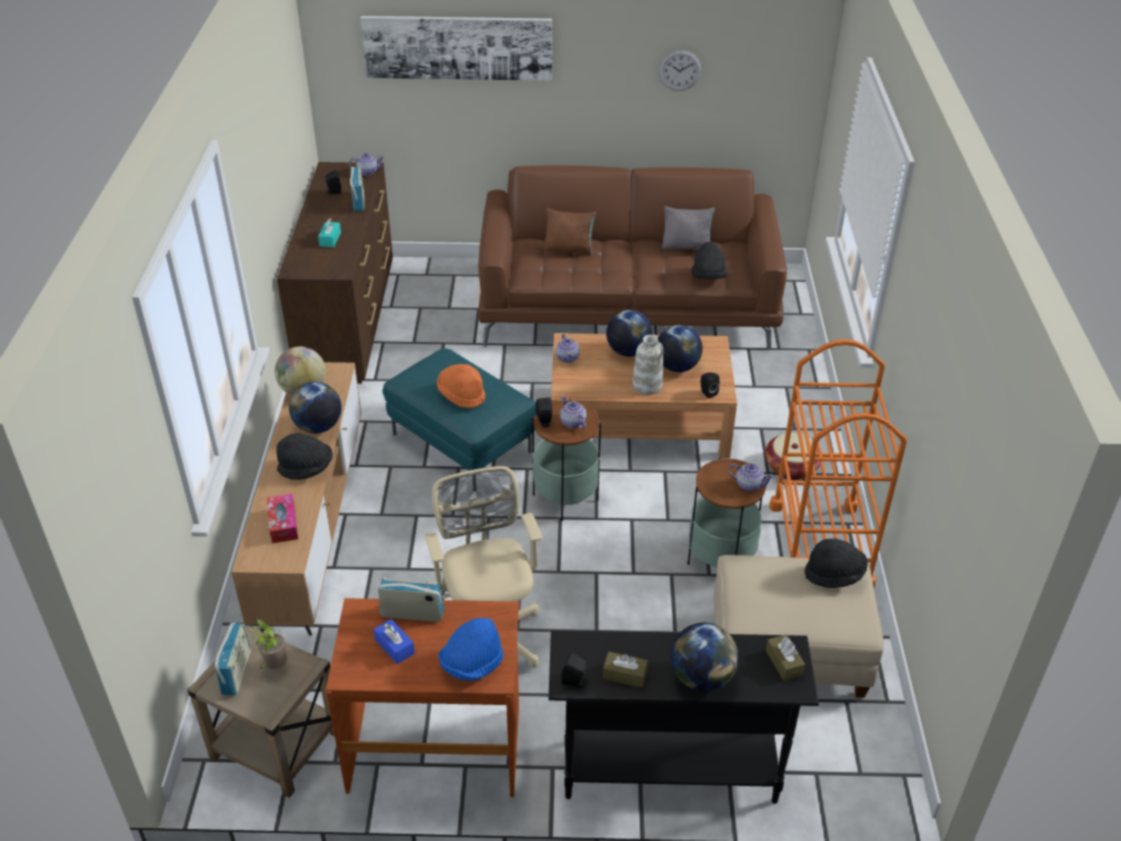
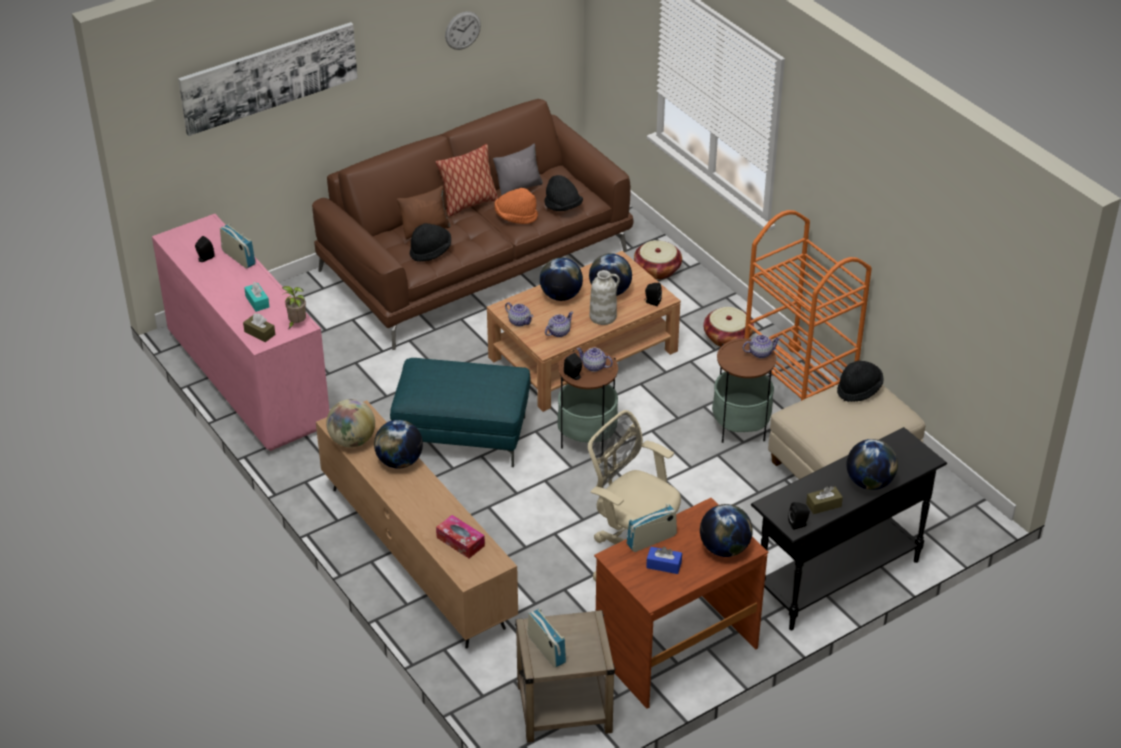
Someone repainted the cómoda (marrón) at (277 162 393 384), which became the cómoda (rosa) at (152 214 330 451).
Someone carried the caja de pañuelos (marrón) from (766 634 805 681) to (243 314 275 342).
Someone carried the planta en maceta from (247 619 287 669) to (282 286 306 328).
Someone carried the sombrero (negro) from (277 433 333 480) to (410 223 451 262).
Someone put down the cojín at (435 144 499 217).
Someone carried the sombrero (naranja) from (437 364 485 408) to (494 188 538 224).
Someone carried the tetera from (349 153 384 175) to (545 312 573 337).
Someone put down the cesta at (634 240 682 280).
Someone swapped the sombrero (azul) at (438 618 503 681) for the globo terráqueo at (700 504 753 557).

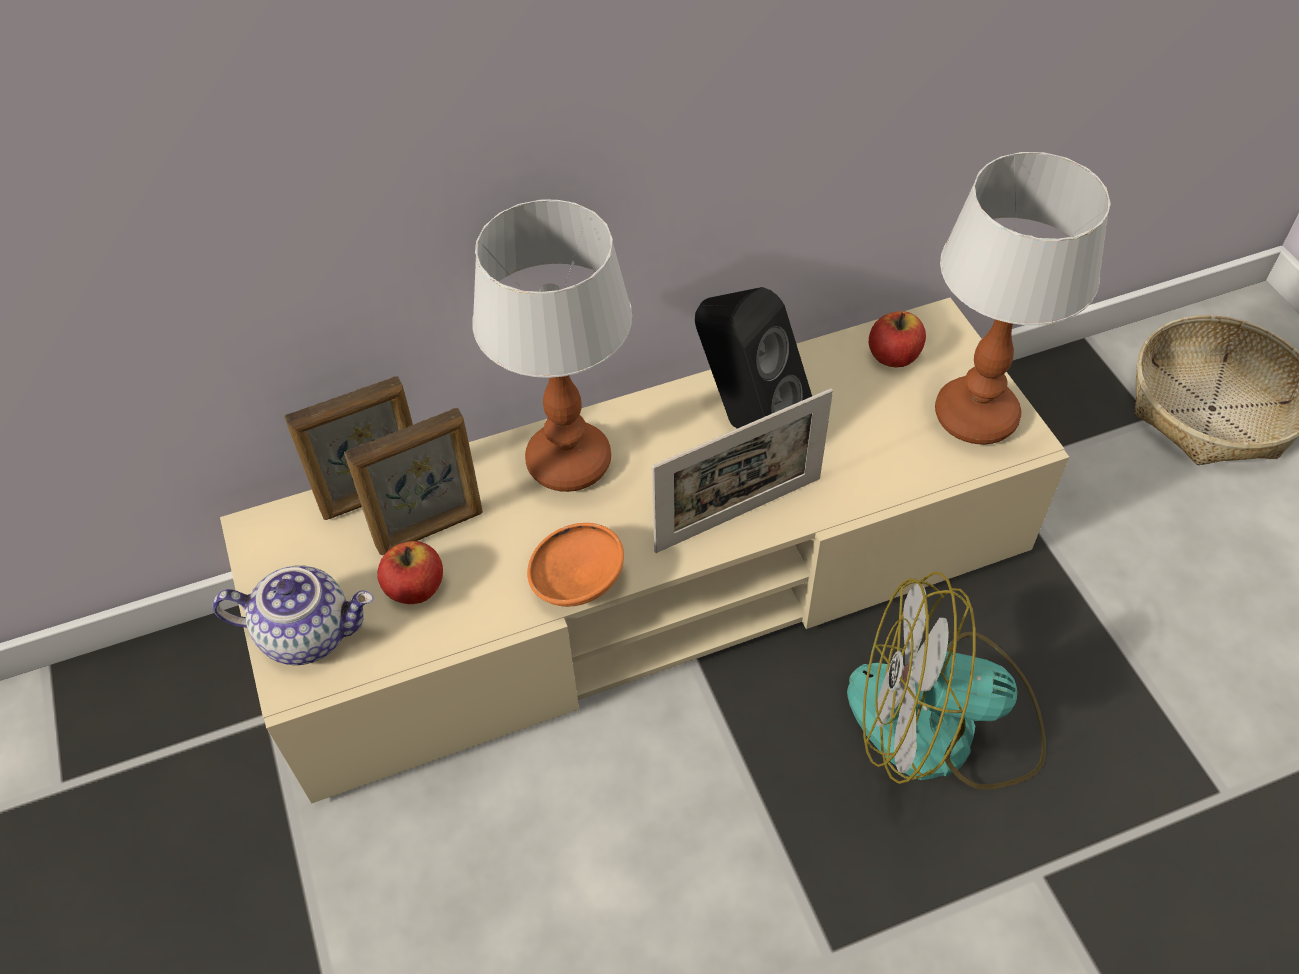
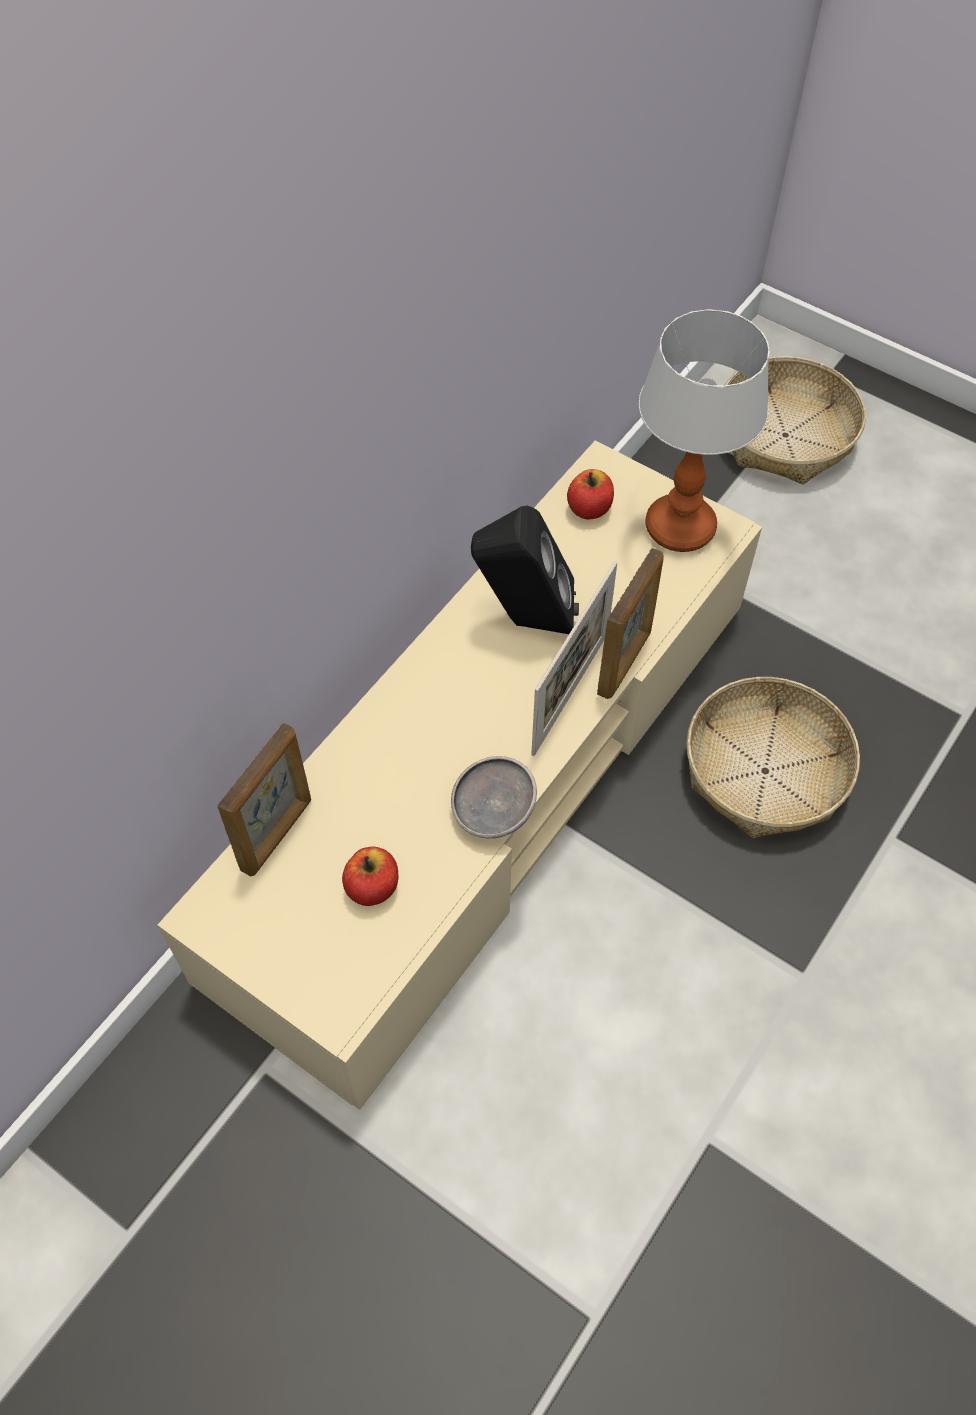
Someone repainted the cuenco (naranja) at (527 523 624 607), which became the cuenco (gris) at (451 756 537 838).
Someone carried the portarretratos from (344 408 483 555) to (597 548 664 699).
Someone swapped the ventilador at (847 572 1046 790) for the cesta at (687 677 860 838).
Someone took away the tetera at (213 565 374 665).
Someone took away the lámpara de mesa at (472 199 633 492).

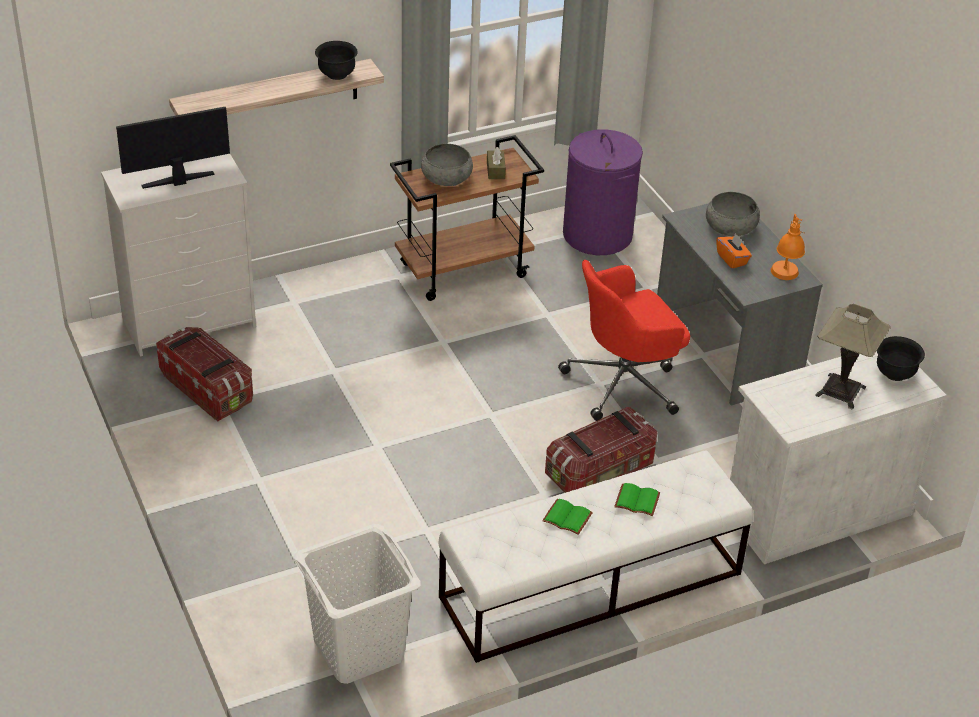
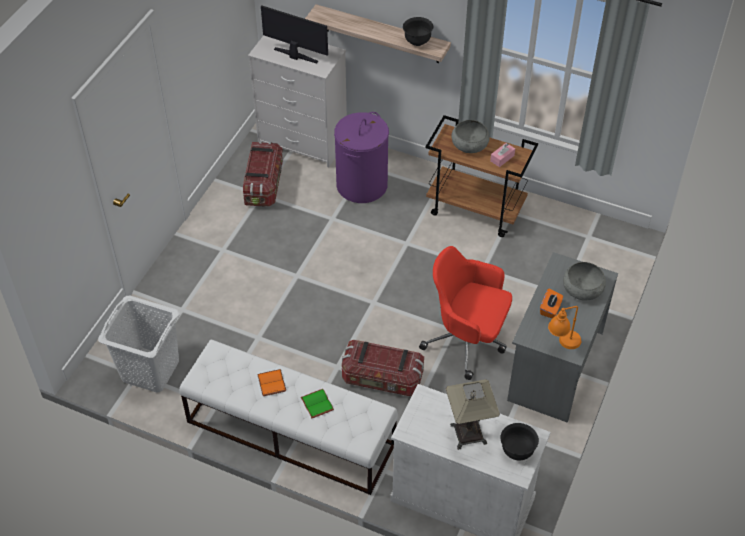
Someone repainted the libro (verde) at (542 499 593 535), which became the libro (naranja) at (257 369 286 396).
Someone carried the cesto de la ropa (morado) from (563 129 643 255) to (334 112 389 203).
Someone repainted the caja de pañuelos (marrón) at (487 147 506 179), which became the caja de pañuelos (rosa) at (490 143 515 167).

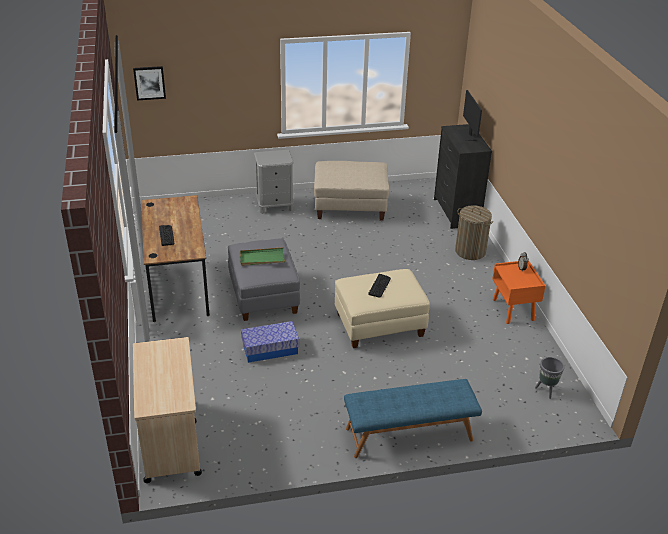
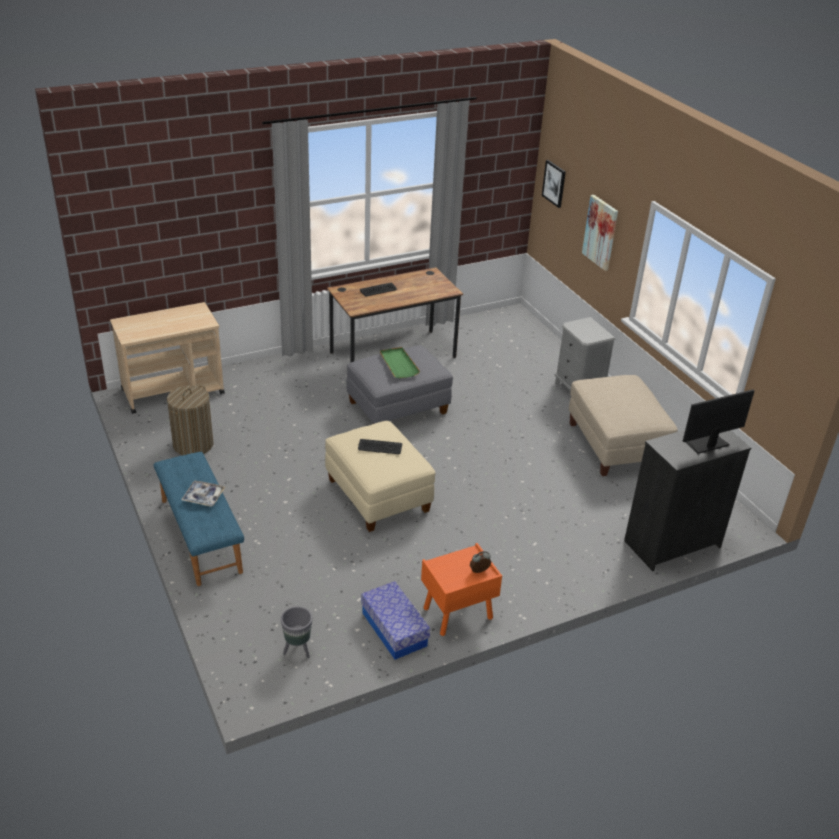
Someone carried the cesto de la ropa from (455 205 493 260) to (167 386 214 455).
Someone put down the bandeja at (181 480 225 507).
Someone carried the caja de almacenaje from (241 321 299 363) to (361 581 430 660).
Someone put up the cuadro at (582 195 618 271).

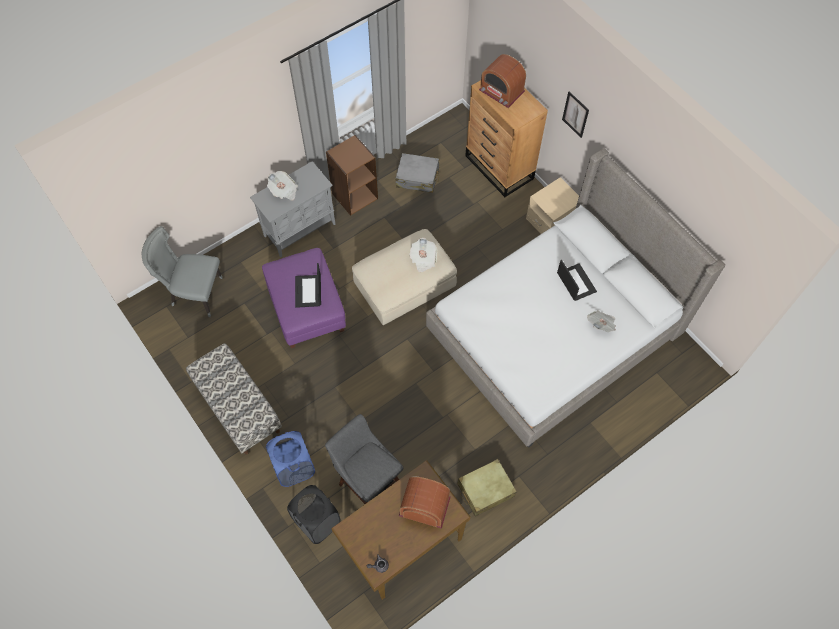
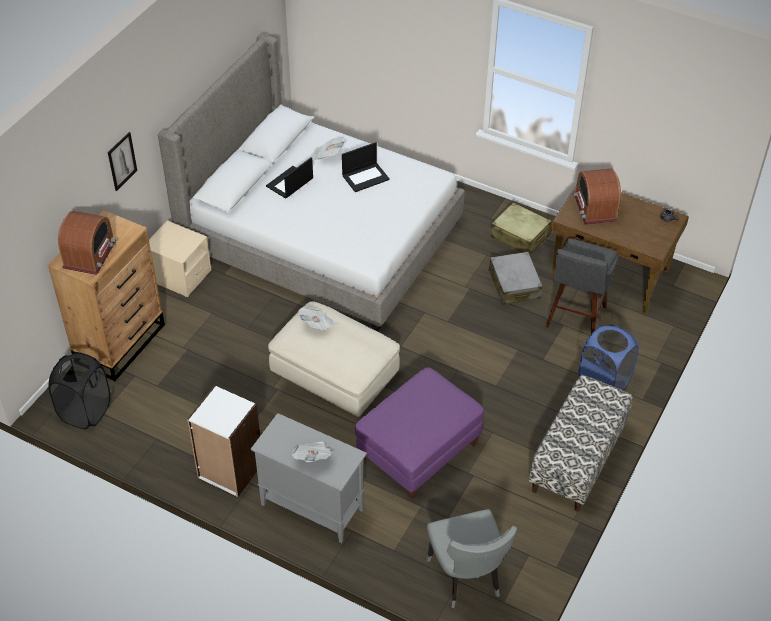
Someone carried the cesto de la ropa (negro) from (287 485 341 544) to (49 352 110 429).
Someone repainted the estantería (marrón) at (326 135 378 216), which became the estantería (blanco) at (187 385 260 497).
Someone carried the portátil from (295 263 321 308) to (342 142 390 192).
Someone carried the maleta (gris) from (395 153 439 193) to (489 252 542 305).

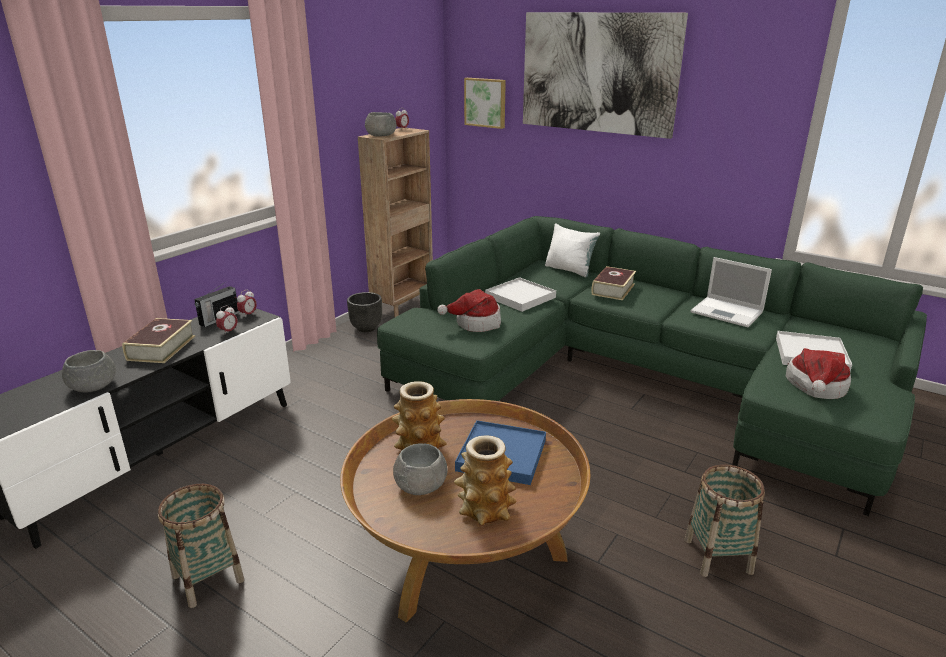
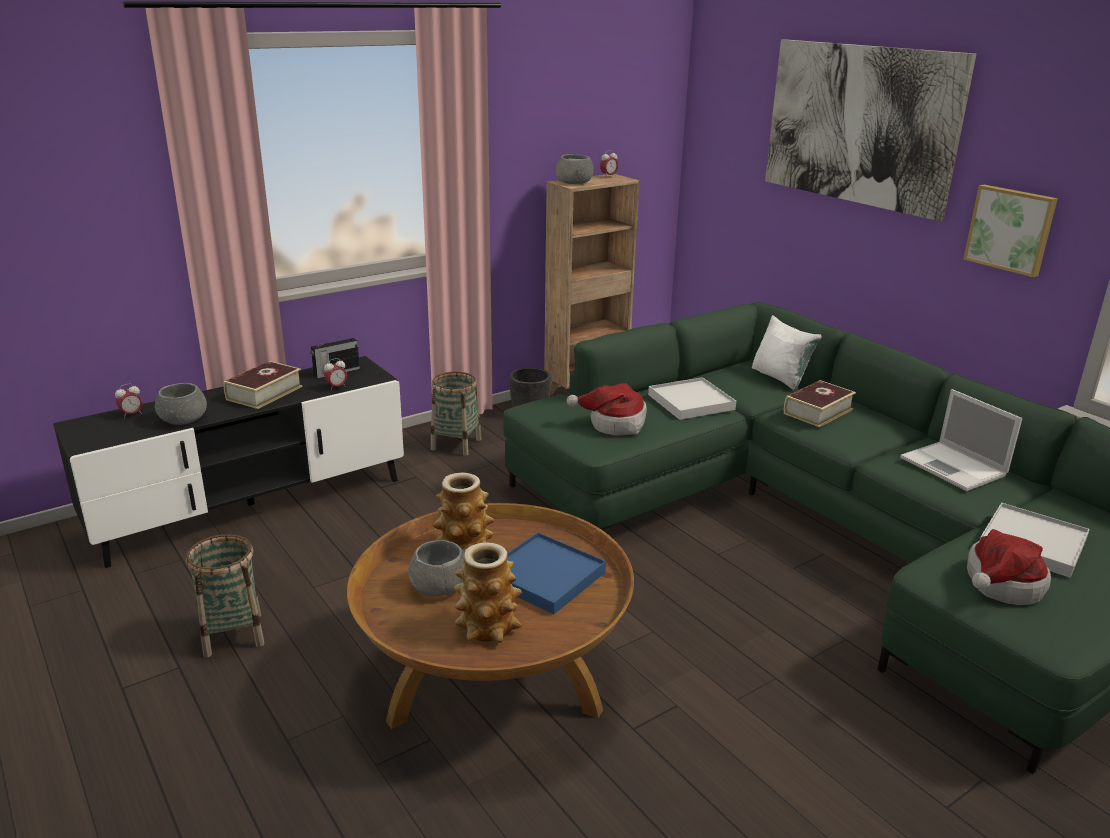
Someone carried the despertador from (237 290 257 318) to (115 384 143 418).
Someone carried the cesta from (684 464 765 577) to (431 372 482 456).
Someone carried the cuadro from (464 78 506 129) to (963 185 1058 277).

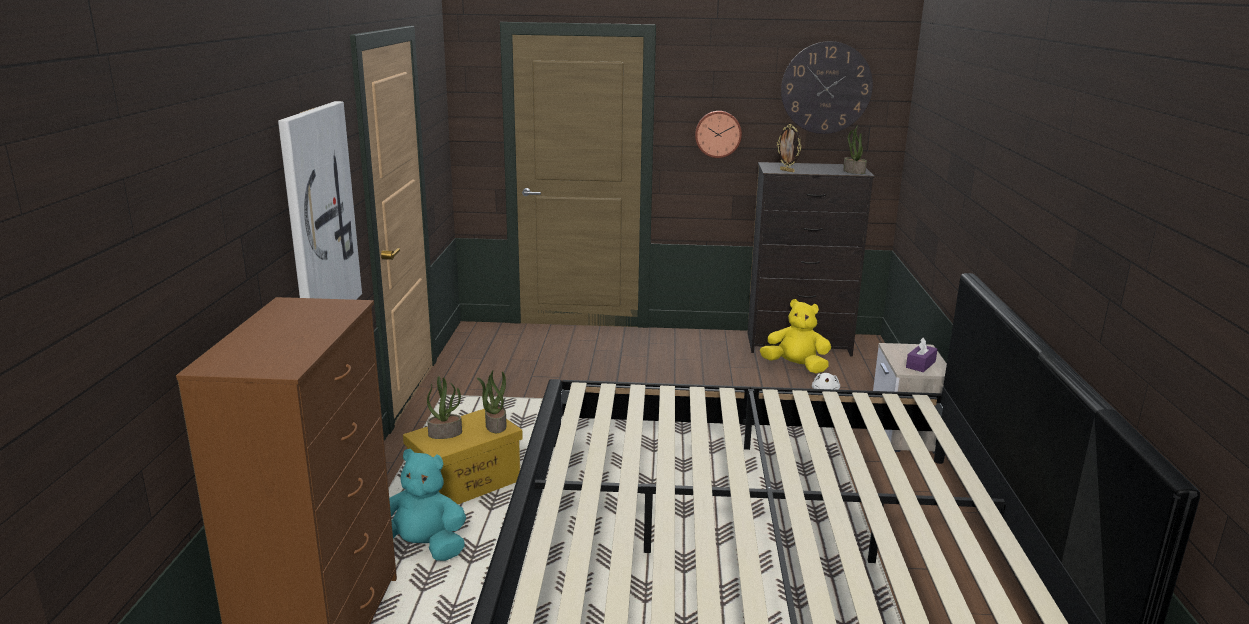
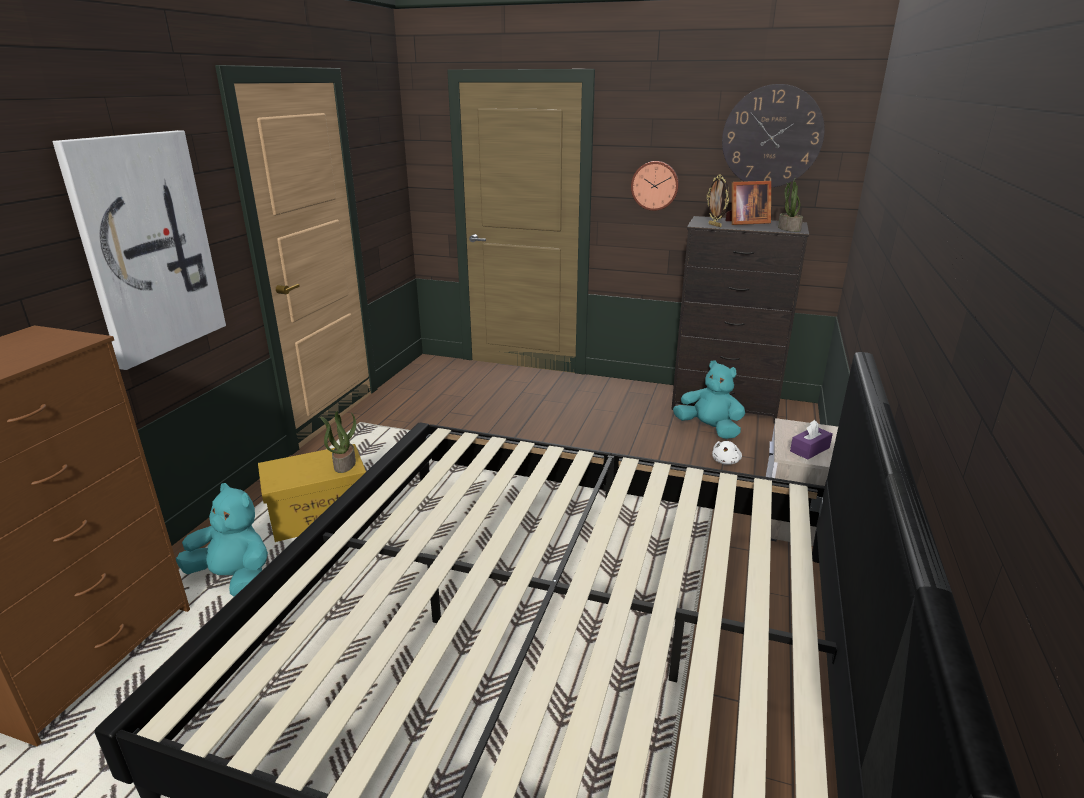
Someone repainted the peluche (amarillo) at (760 299 831 373), which became the peluche (turquesa) at (673 360 745 439).
Someone put down the portarretratos at (725 181 771 225).
Someone took away the planta en maceta at (427 376 462 439).

